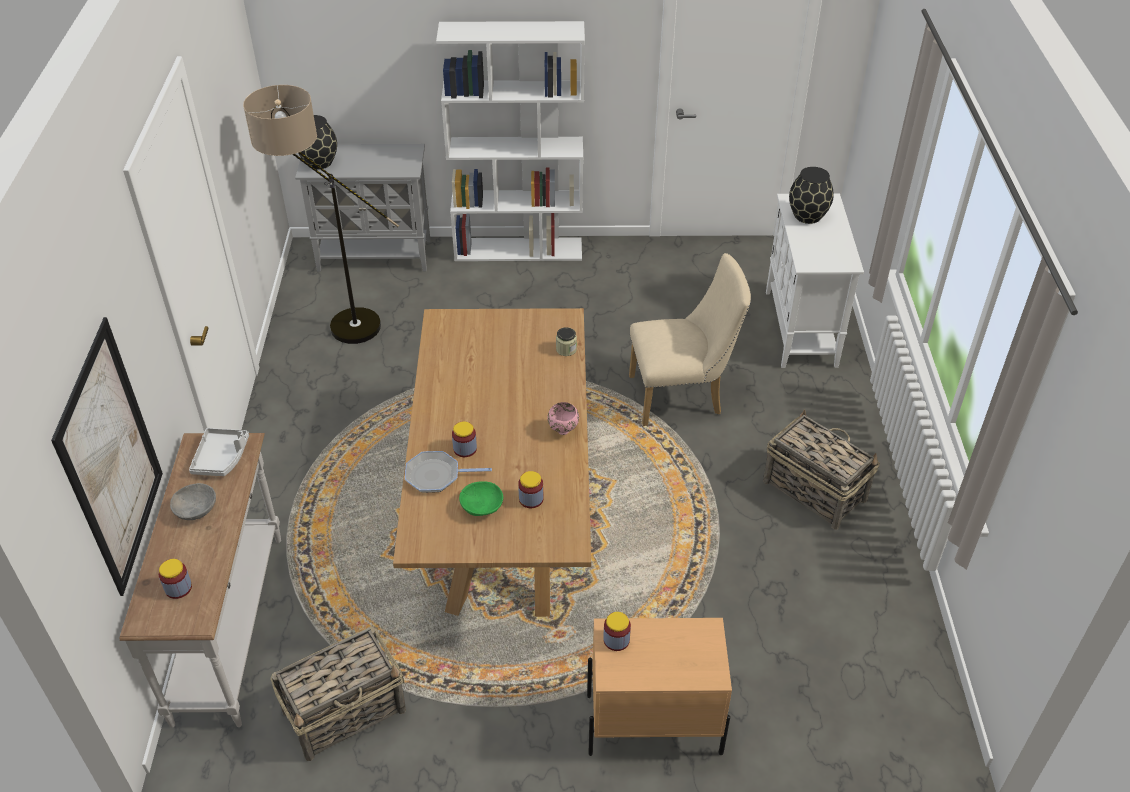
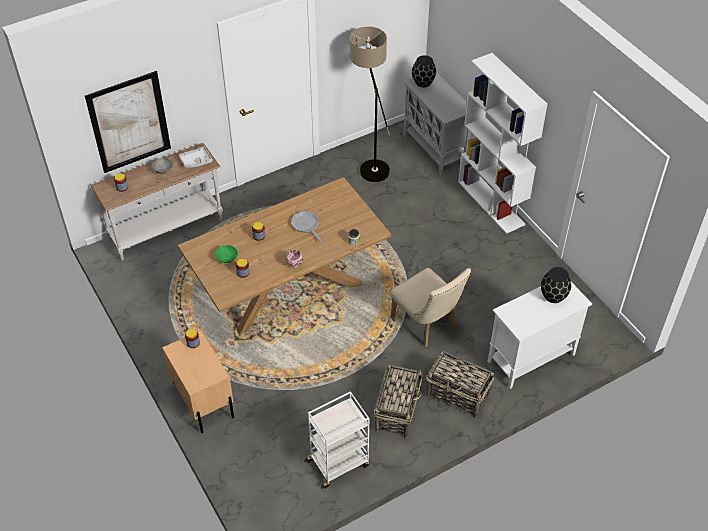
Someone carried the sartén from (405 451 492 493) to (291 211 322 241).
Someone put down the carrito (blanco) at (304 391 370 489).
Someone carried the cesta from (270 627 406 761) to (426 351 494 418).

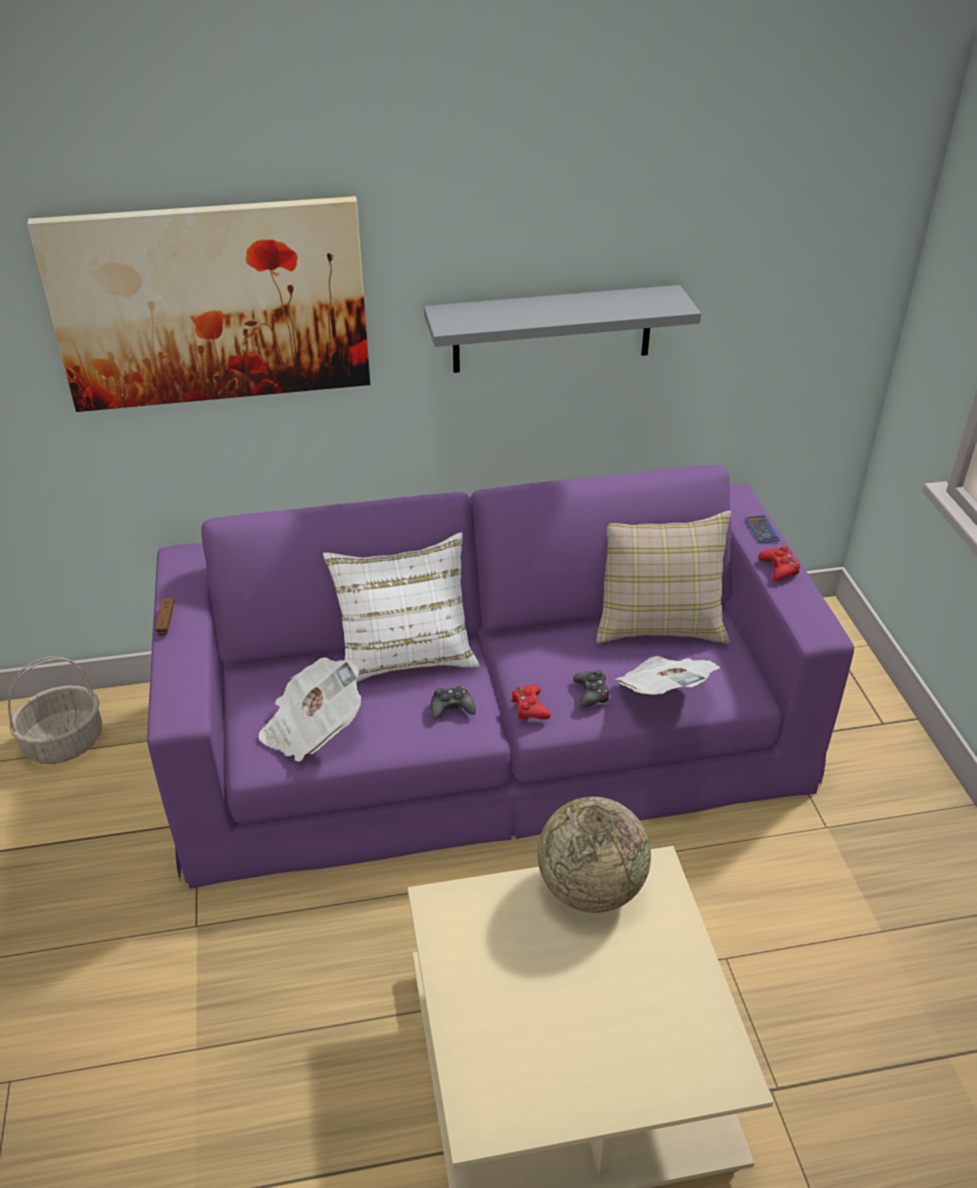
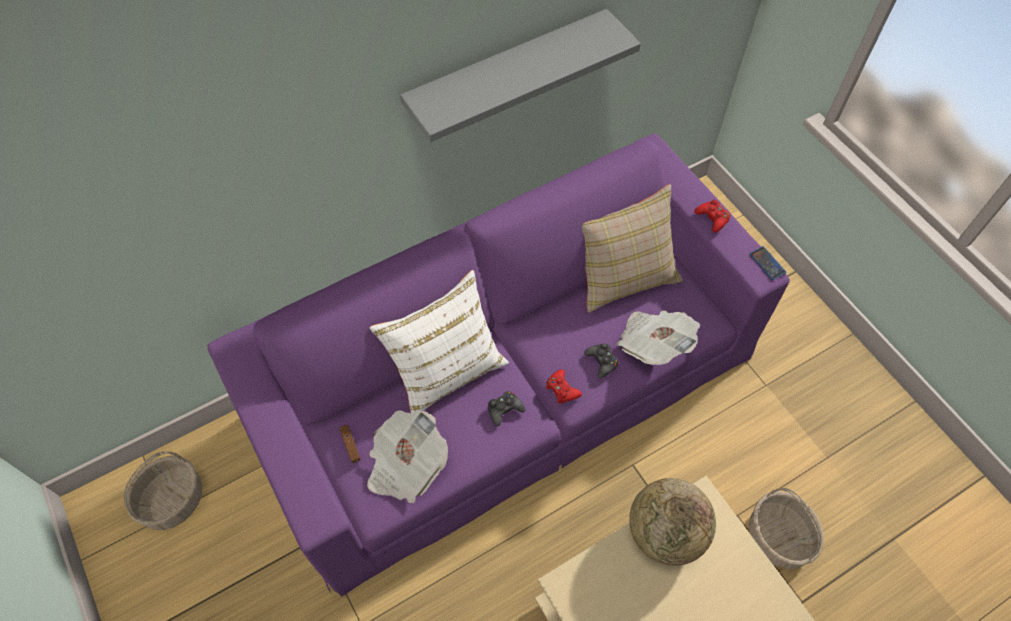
Someone carried the mando de consola (marrón) from (155 598 174 636) to (339 425 361 463).
Someone carried the móvil from (745 515 780 543) to (749 246 787 280).
Someone put down the cesta at (749 488 824 569).
Someone took away the cuadro at (27 196 370 412).

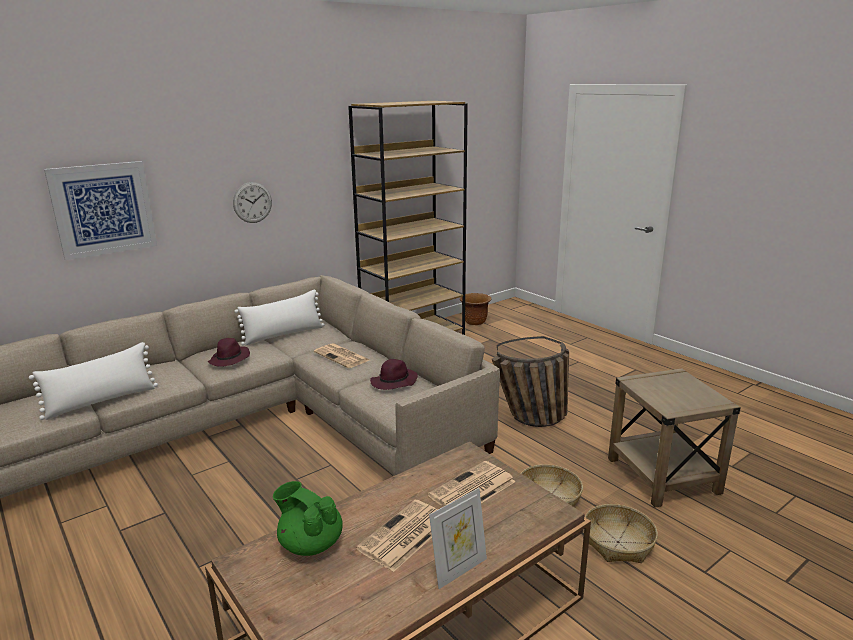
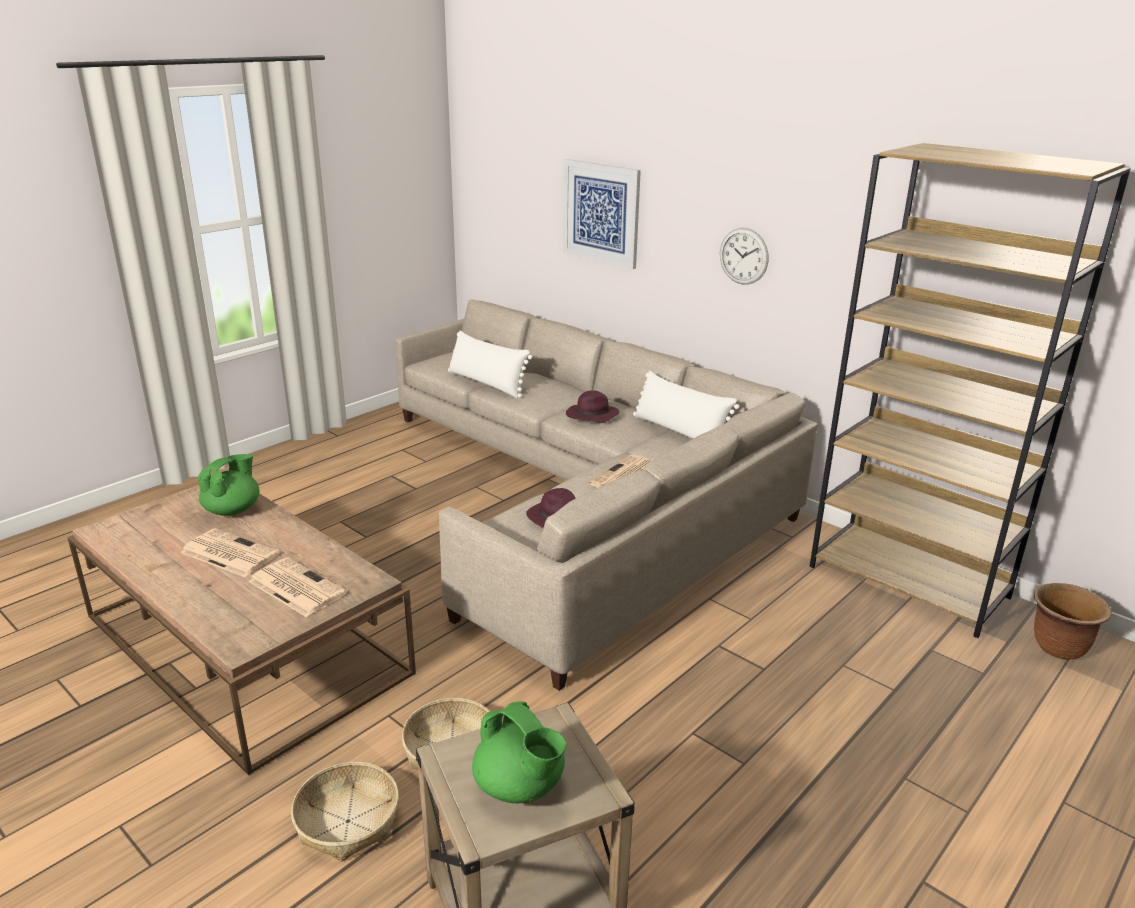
Someone put down the tetera (verde) at (472 701 566 803).
Someone took away the portarretratos at (429 488 487 589).
Someone took away the cesta at (492 336 569 427).

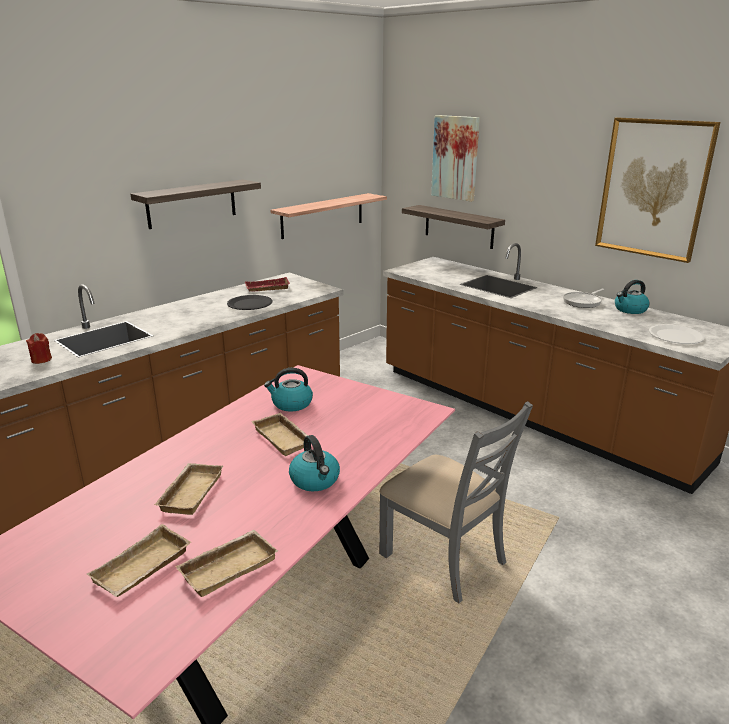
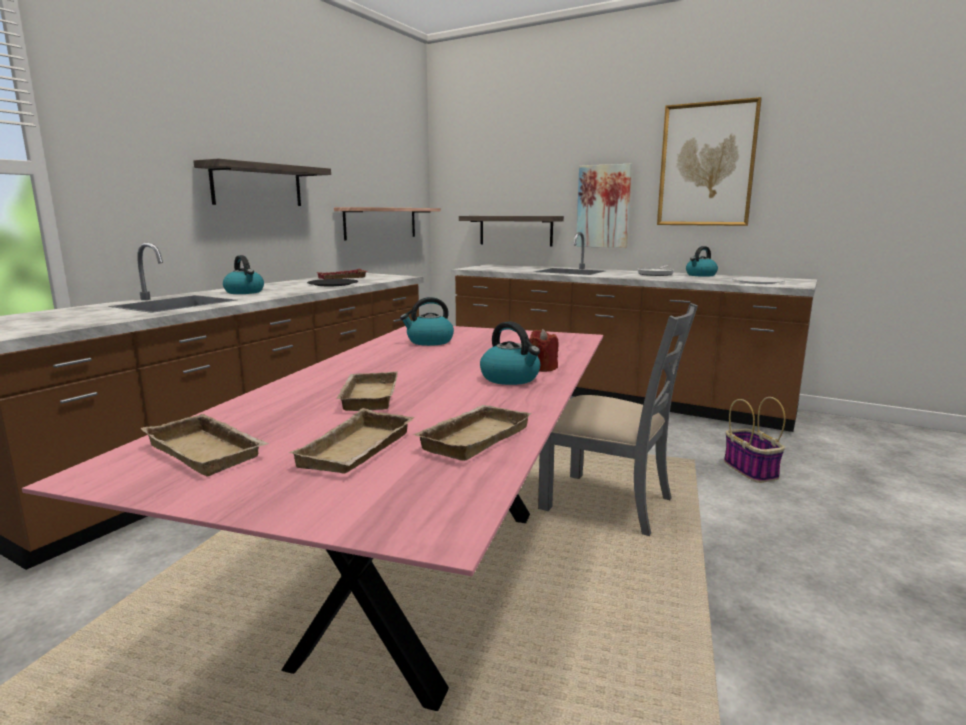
Someone carried the bandeja (beis) from (251 413 308 456) to (140 414 269 476).
Someone put down the hervidor at (223 255 264 294).
Someone carried the vela (rojo) from (26 333 52 364) to (529 329 559 372).
Someone carried the cuadro from (431 115 480 202) to (576 164 632 248).
Someone put down the cesta at (724 397 786 483).

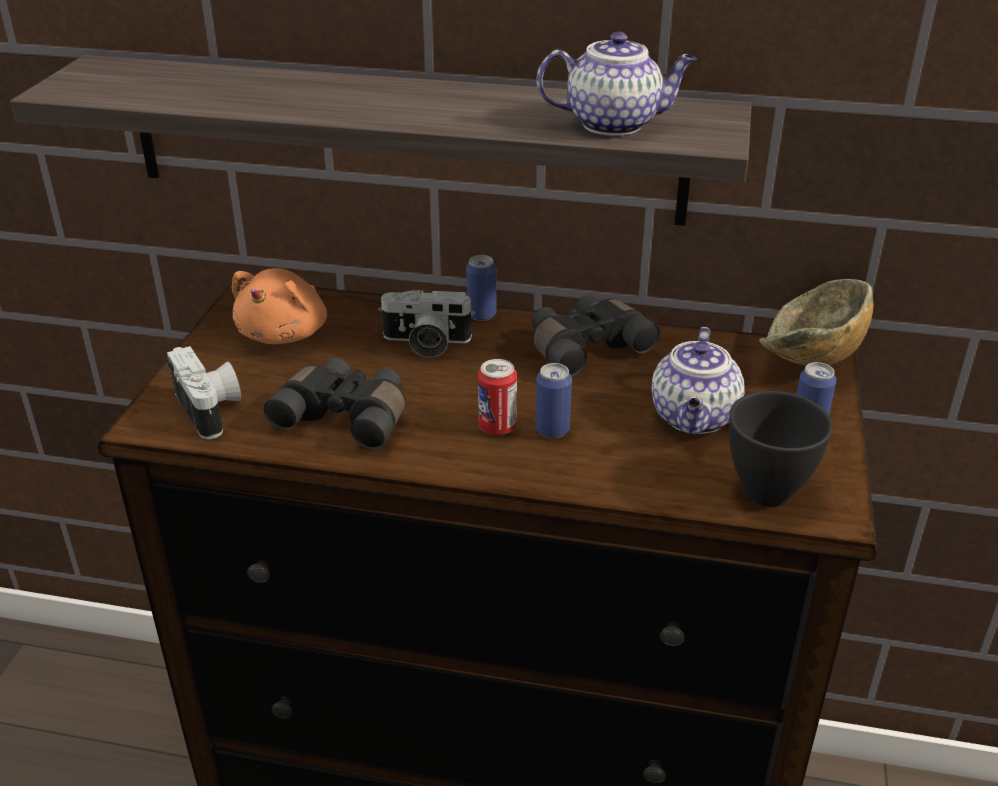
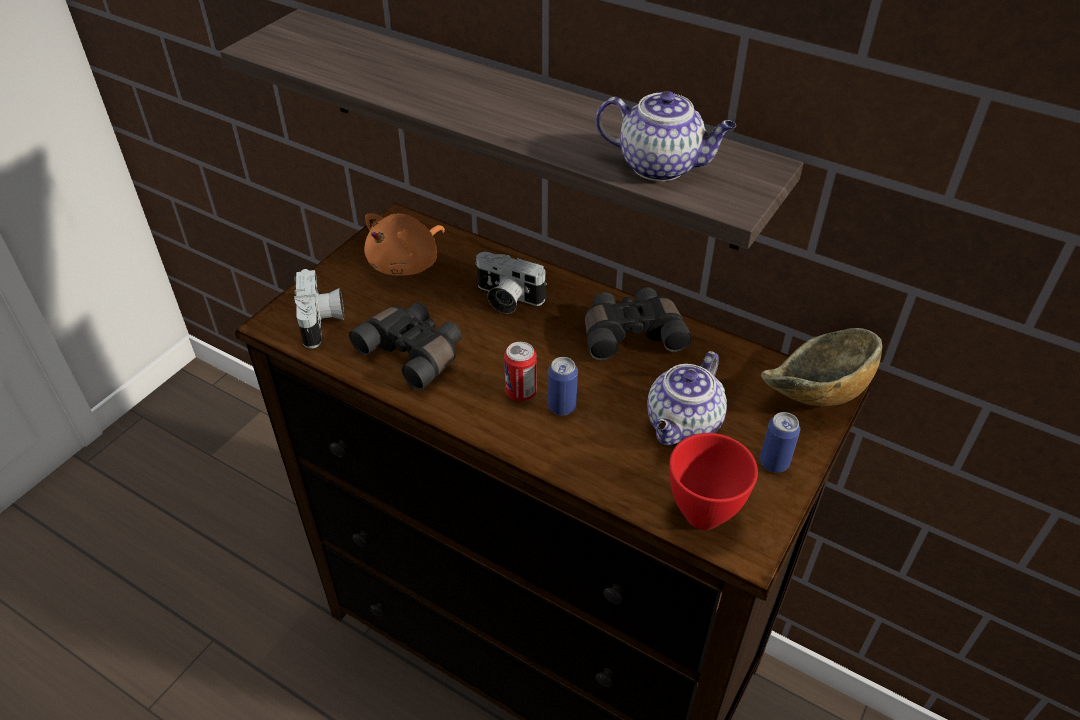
Someone repainted the cuenco (negro) at (729 391 833 507), which became the cuenco (rojo) at (669 433 758 530).
Someone took away the lata at (466 255 497 321).

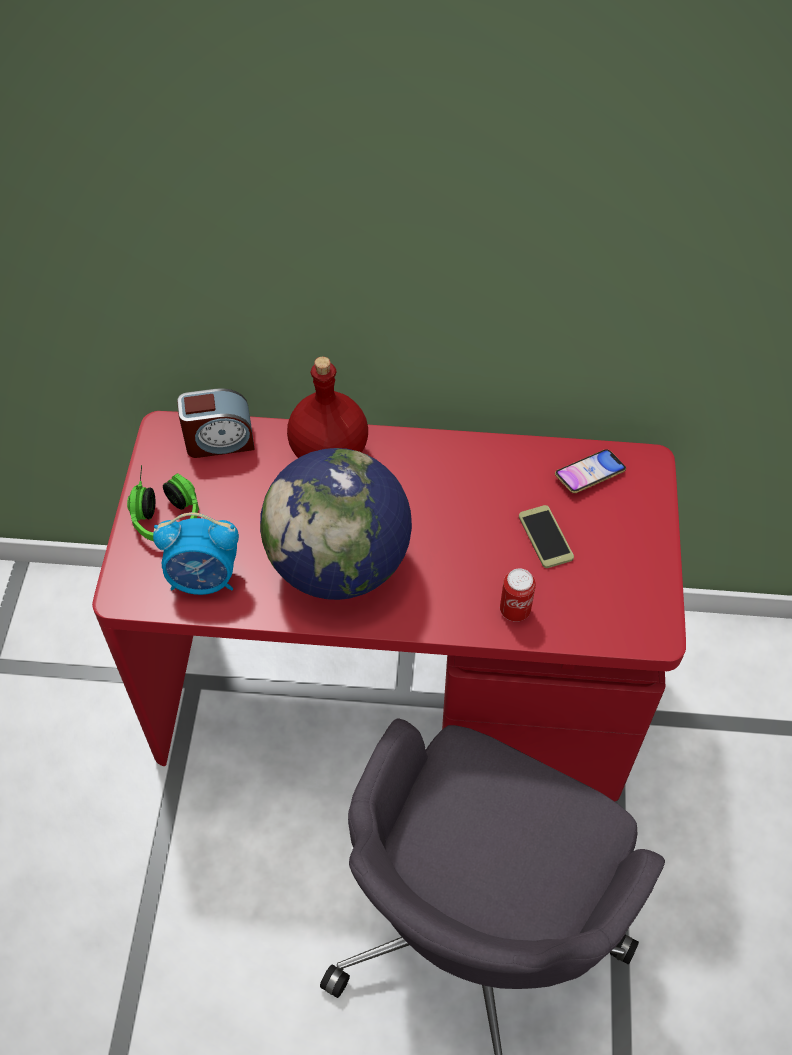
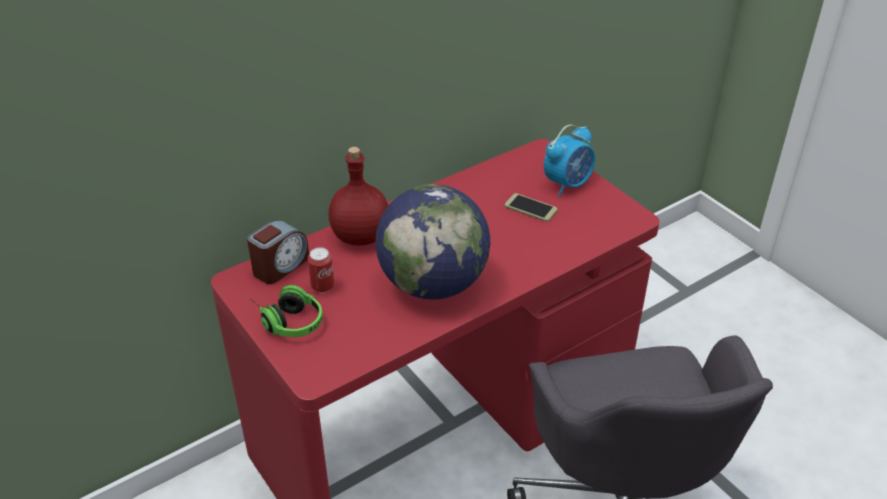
Someone carried the lata from (500 569 536 622) to (308 247 334 293).
Someone carried the despertador from (153 512 239 595) to (544 124 595 196).
Someone took away the móvil at (555 449 626 493).

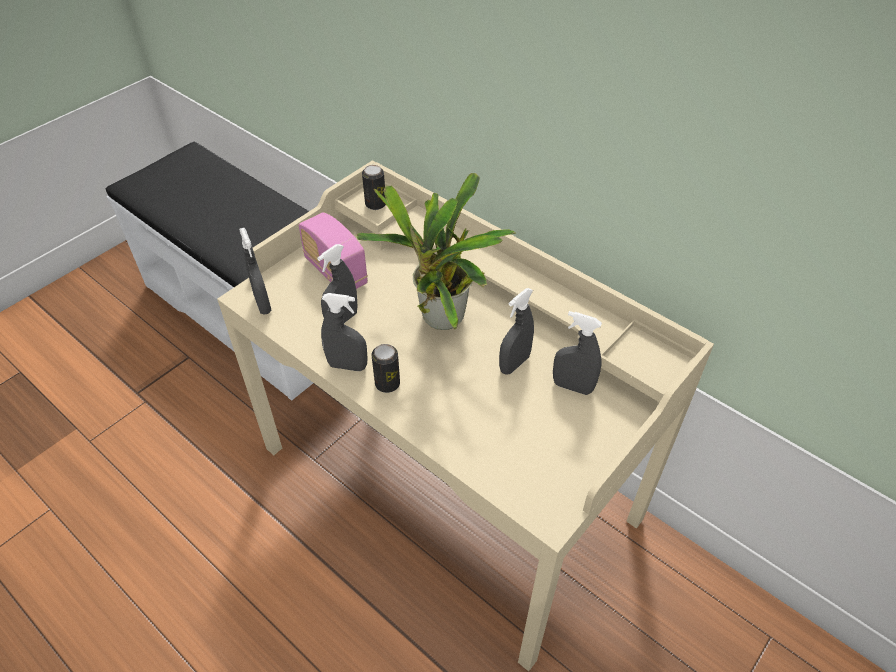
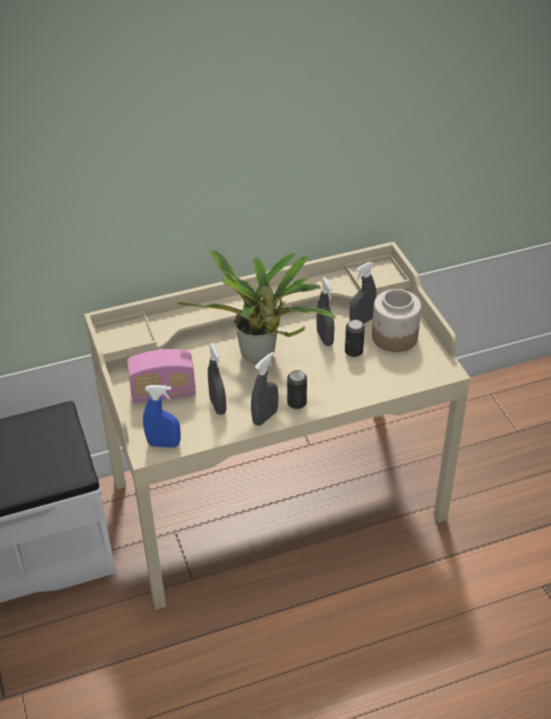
Someone repainted the pulverizador (gris) at (239 227 271 315), which became the pulverizador (azul) at (143 385 181 448).
Someone carried the lata from (362 165 386 210) to (345 319 365 357).
Someone put down the tarro at (372 289 421 352).

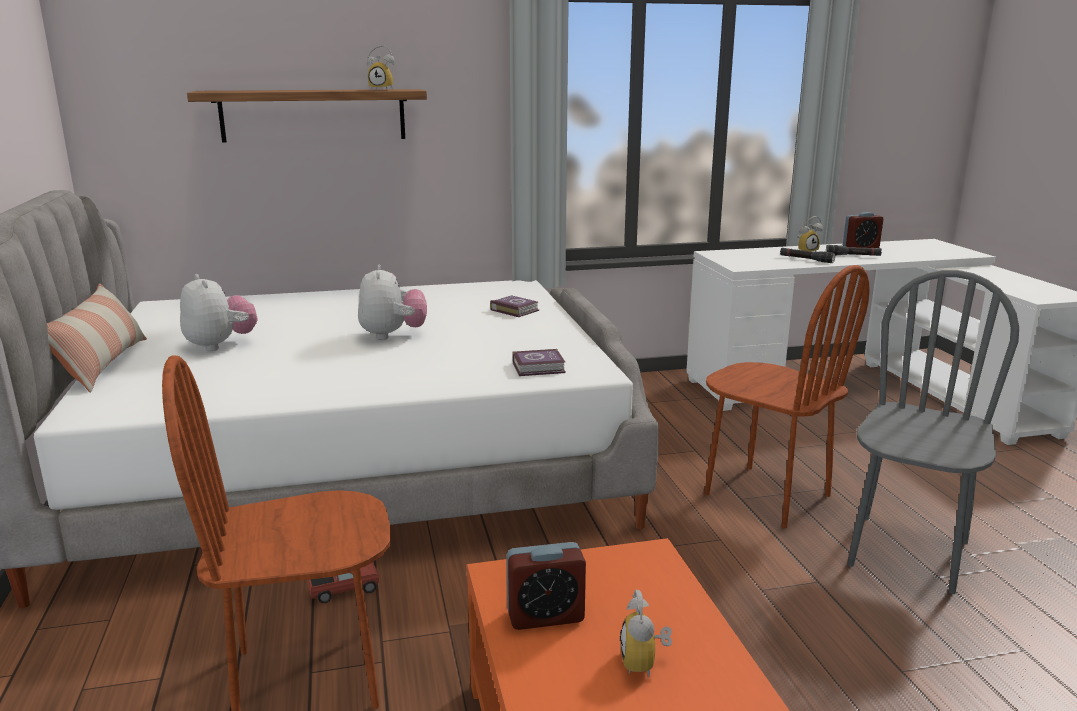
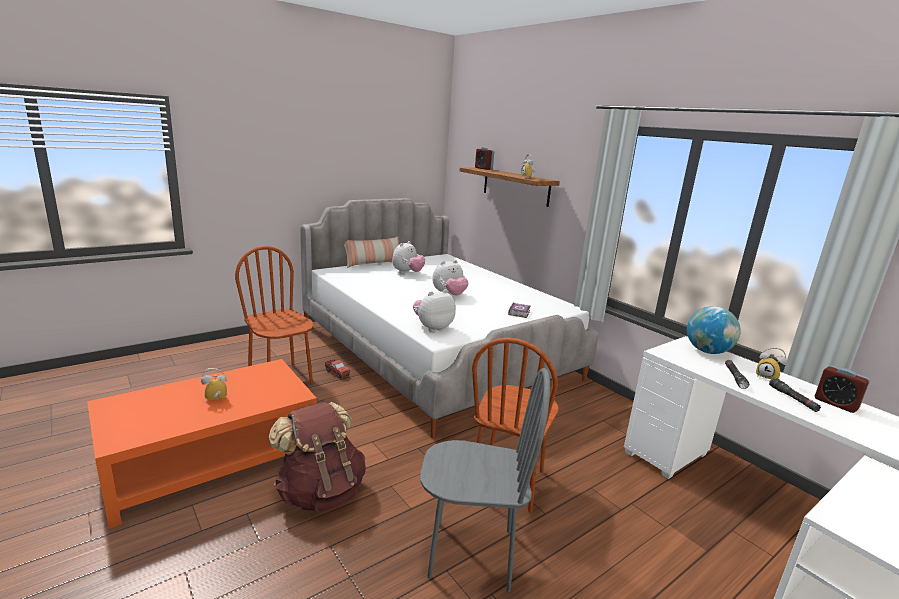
Someone put down the mochila (marrón) at (269 402 366 512).
Someone swapped the libro at (512 349 566 376) for the peluche at (413 289 456 332).
Someone carried the despertador from (506 542 586 630) to (475 147 494 170).
Someone put down the globo terráqueo at (687 306 741 354).

